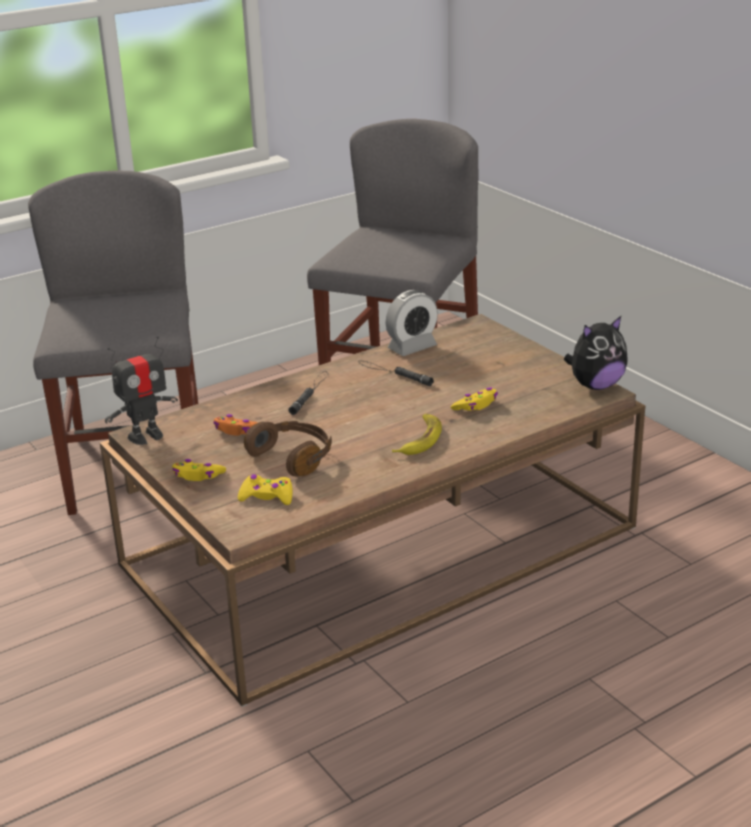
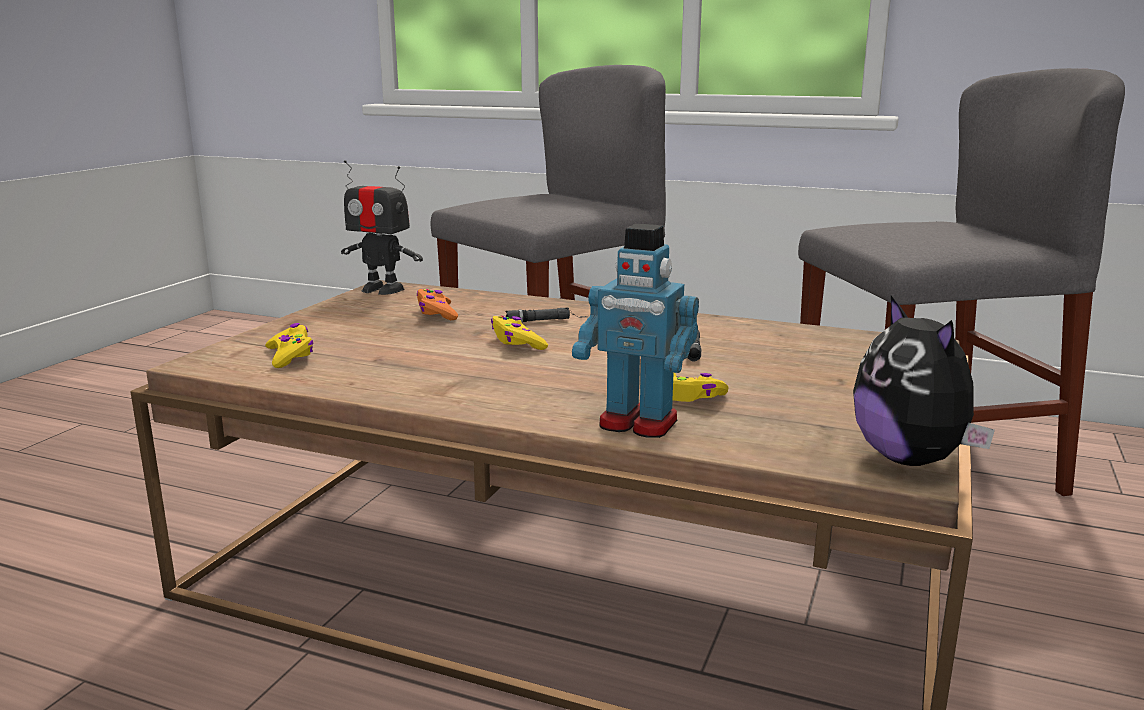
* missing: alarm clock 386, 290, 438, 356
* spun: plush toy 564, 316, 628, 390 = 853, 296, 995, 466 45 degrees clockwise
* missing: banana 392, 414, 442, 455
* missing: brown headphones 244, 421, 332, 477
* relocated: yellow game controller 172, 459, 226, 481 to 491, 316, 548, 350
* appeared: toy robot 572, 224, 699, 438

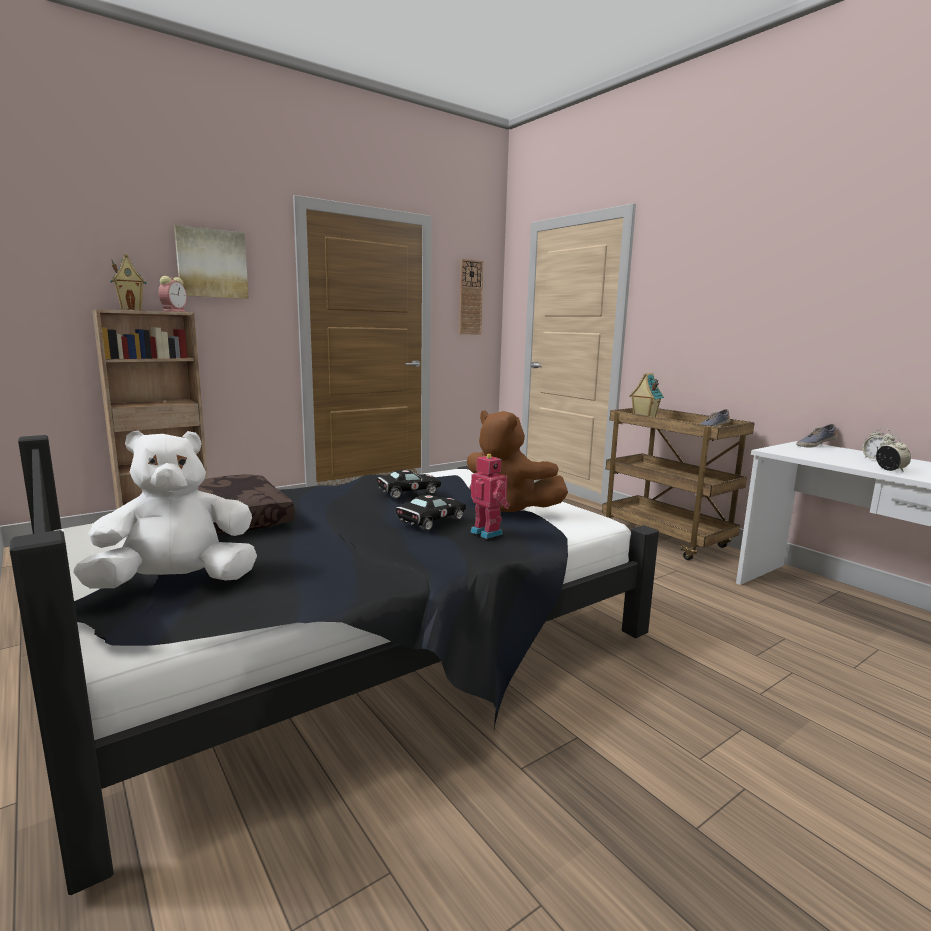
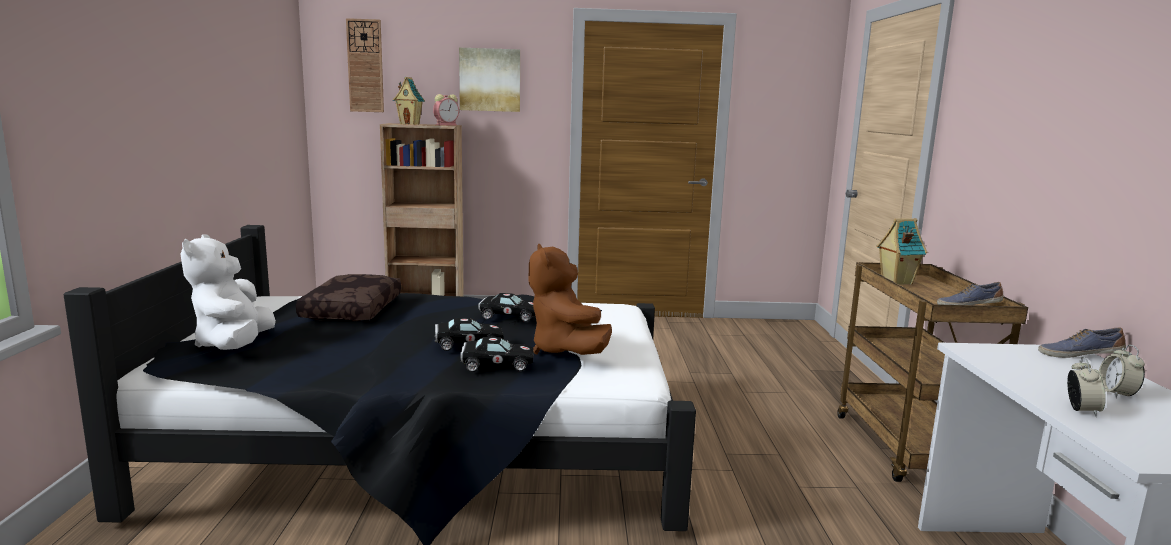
* relocated: wall clock 459, 259, 483, 335 to 346, 18, 384, 112
* spun: white plush toy 73, 431, 257, 589 = 181, 235, 276, 350 105 degrees counterclockwise
* exchanged: toy robot 470, 453, 510, 539 to black toy car 460, 337, 533, 372

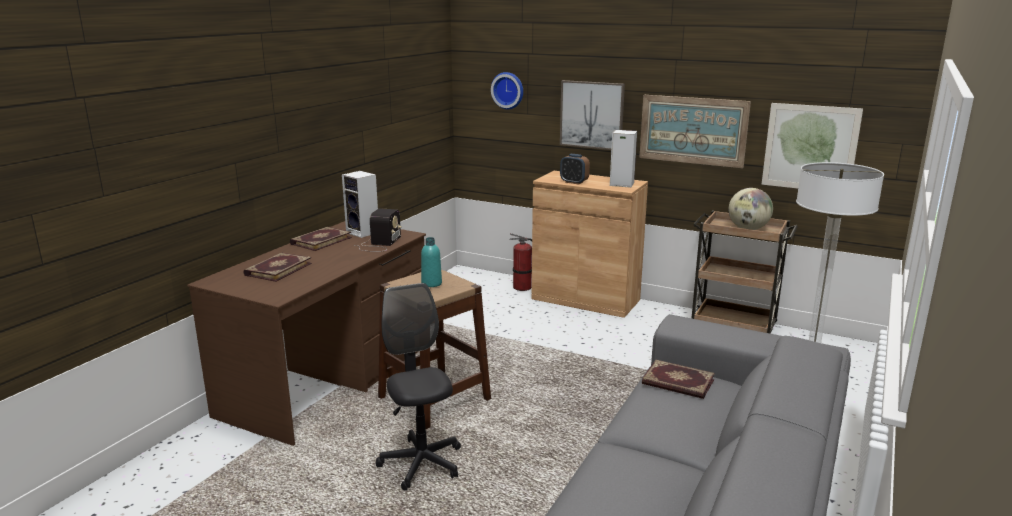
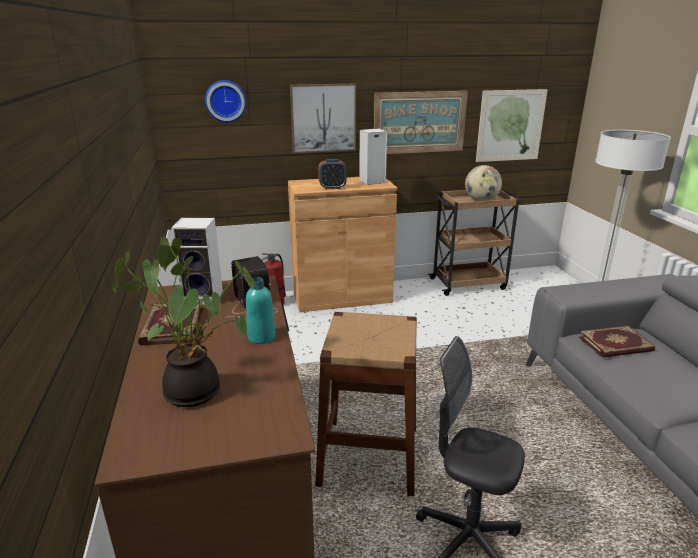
* relocated: turquoise bottle 421, 237, 442, 287 to 246, 277, 276, 344
* exchanged: book 244, 253, 312, 282 to potted plant 112, 237, 254, 407

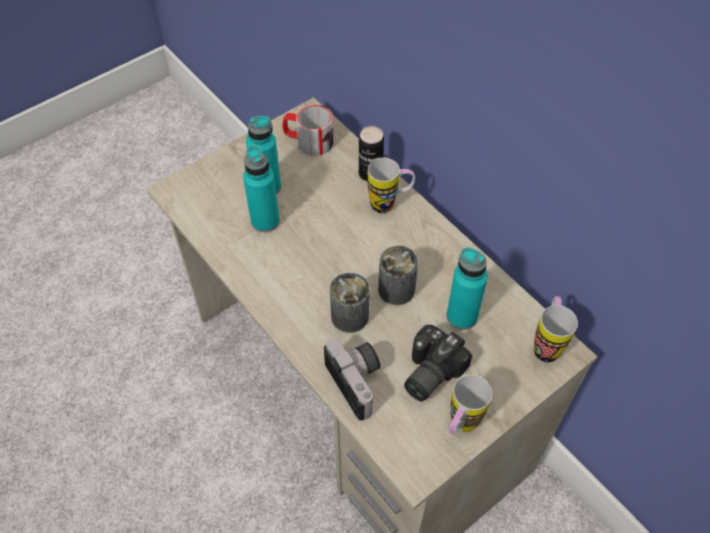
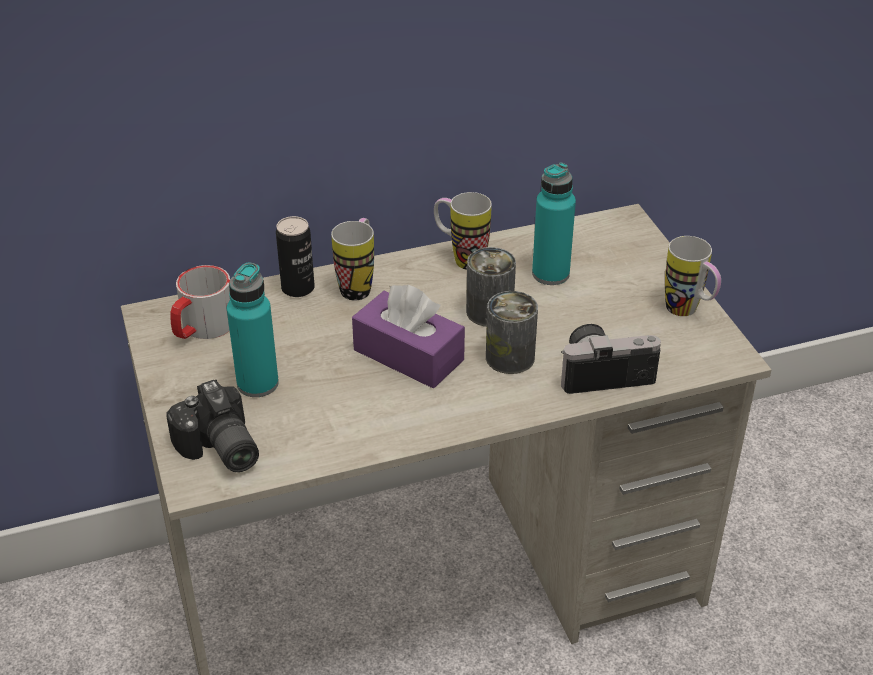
* missing: turquoise bottle 243, 146, 280, 232
* relocated: mug 534, 296, 578, 362 to 434, 192, 492, 270
* relocated: photo camera 404, 324, 472, 402 to 166, 380, 259, 472
* appeared: purple tissue box 352, 285, 465, 388

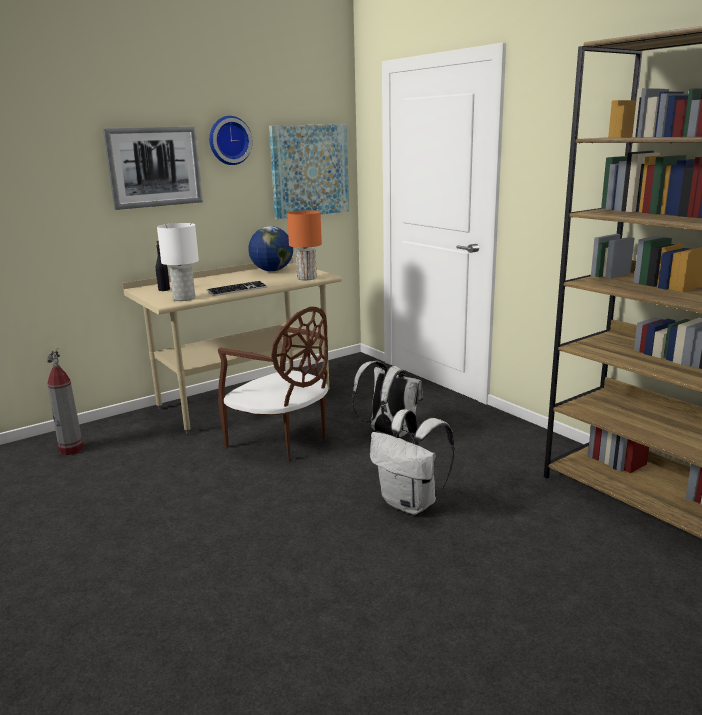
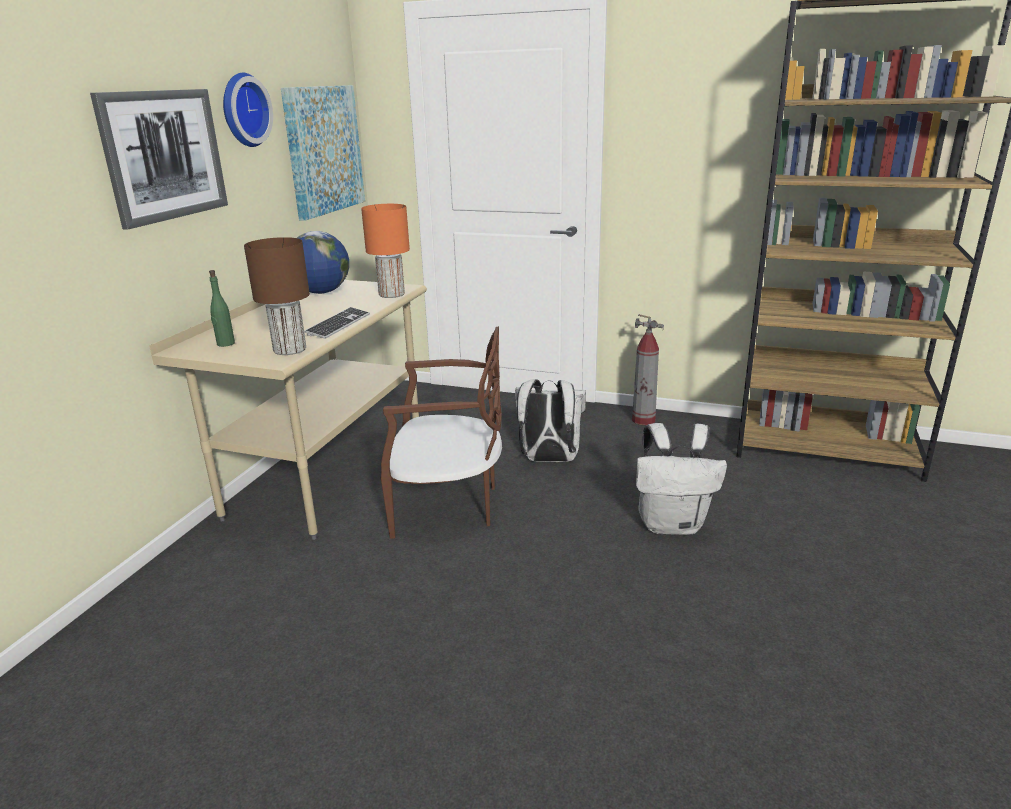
* colour: white table lamp 157, 223, 199, 301 to brown table lamp 244, 237, 310, 355
* colour: black bottle 156, 240, 170, 291 to green bottle 209, 270, 235, 347
* relocated: fire extinguisher 47, 348, 83, 455 to 632, 314, 664, 425

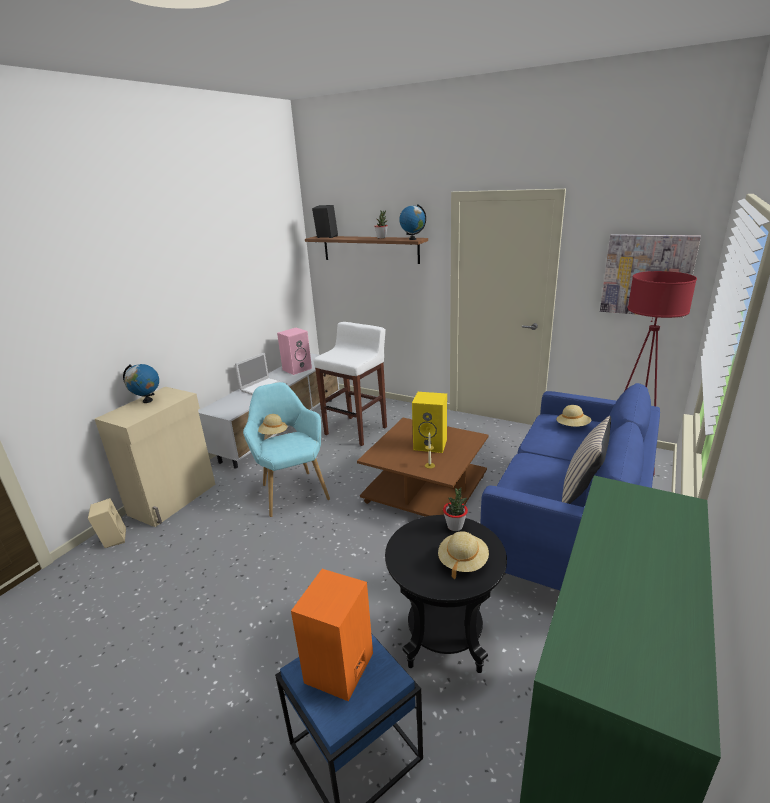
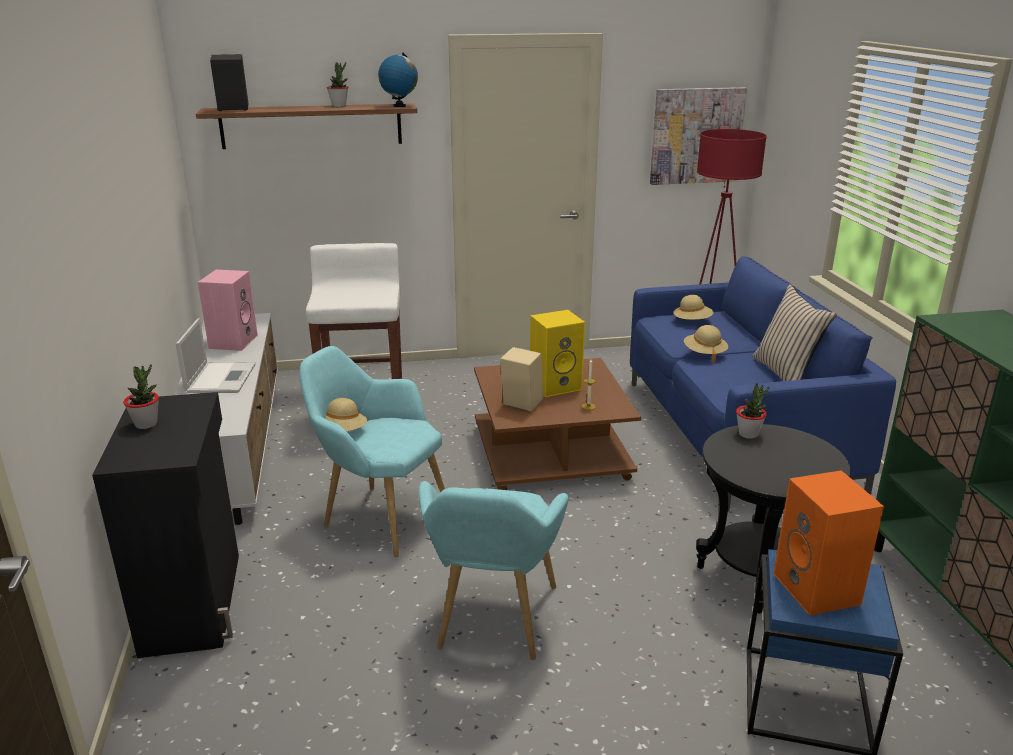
* exchanged: globe 123, 364, 159, 403 to potted plant 123, 365, 159, 429
* colour: beige cabinet 95, 387, 215, 527 to black cabinet 92, 392, 239, 658
* relocated: beige speaker 88, 498, 126, 548 to 500, 347, 543, 411
* relocated: beige hat 438, 531, 489, 579 to 684, 325, 728, 363
* appeared: turquoise armchair 418, 481, 569, 660

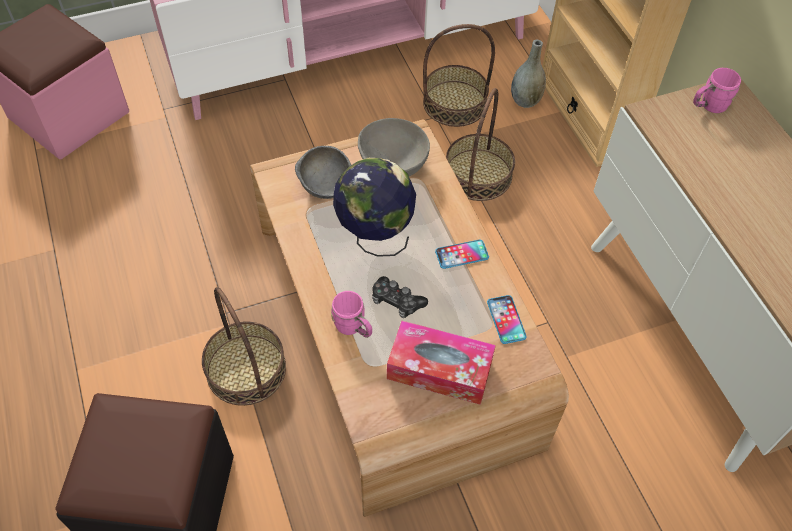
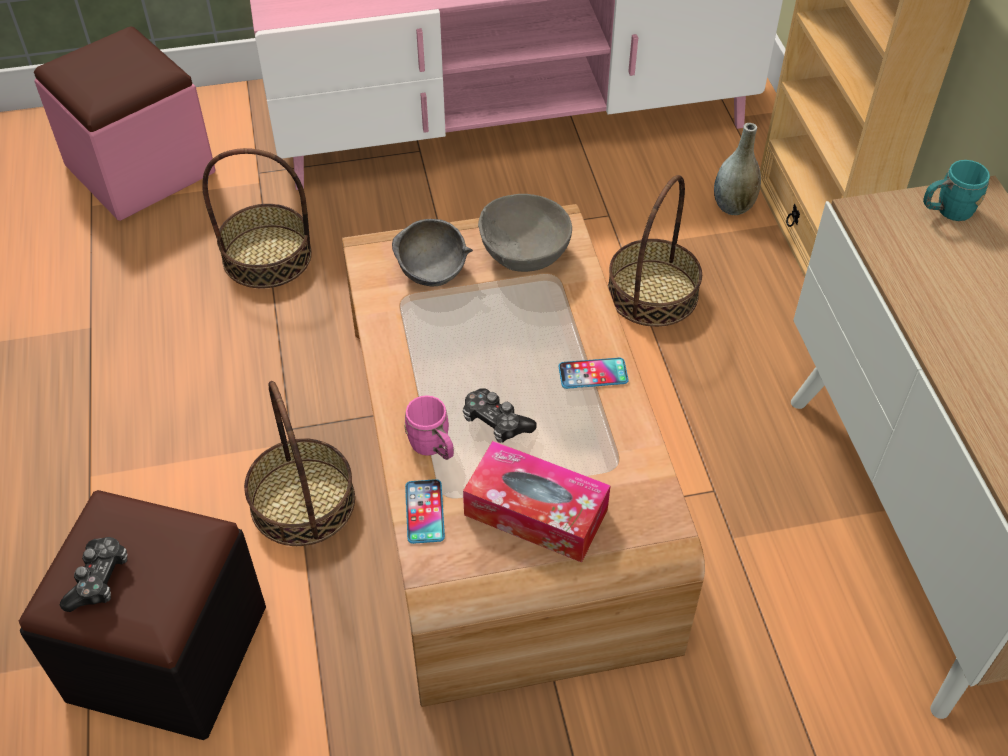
* relocated: basket 423, 24, 495, 127 to 202, 148, 312, 288
* colour: pink mug 693, 68, 741, 113 to turquoise mug 923, 160, 990, 221
* missing: globe 333, 158, 416, 257
* relocated: phone 487, 295, 527, 344 to 405, 479, 445, 544
* appeared: game controller 60, 537, 127, 612

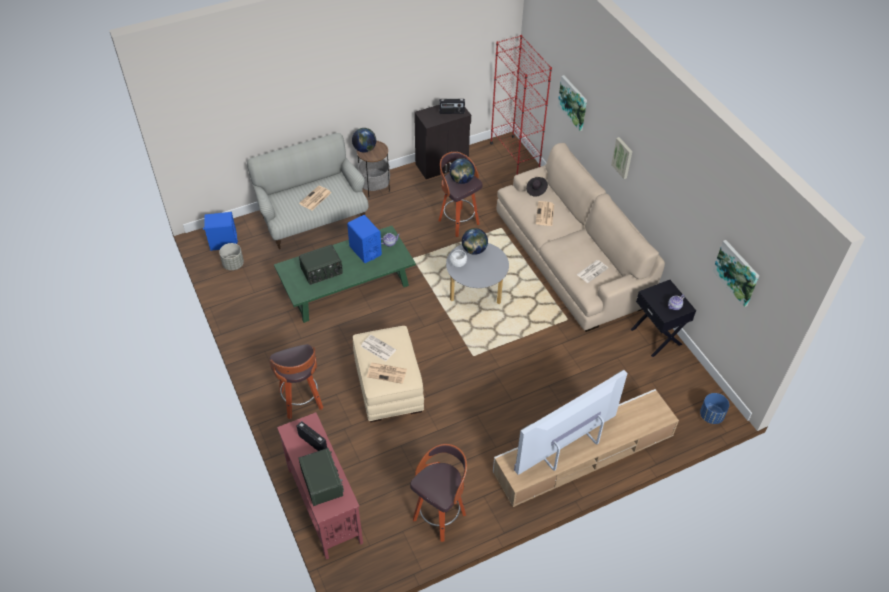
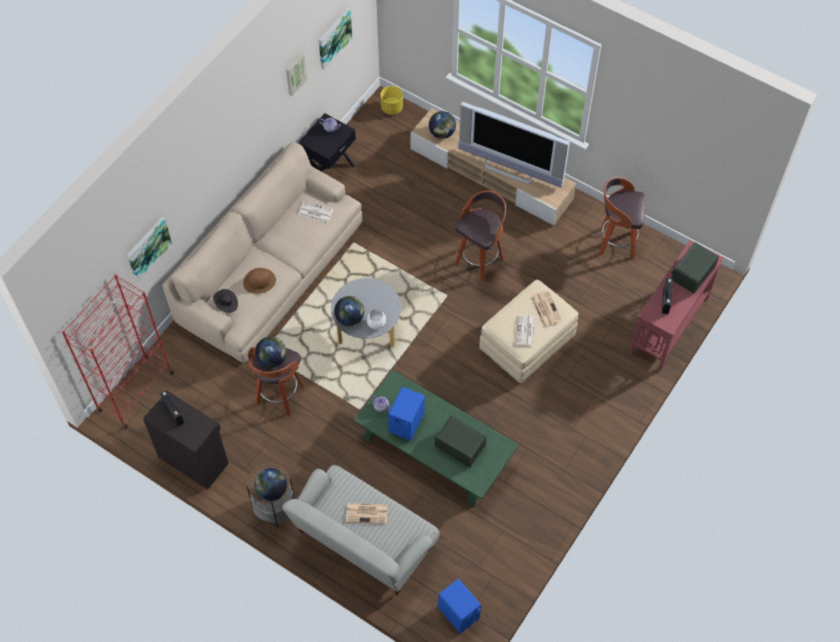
* relocated: picture 611, 137, 633, 179 to 286, 53, 307, 96
* exchanged: newspaper 536, 201, 554, 226 to brown hat 243, 268, 276, 294
* missing: grey planter 219, 243, 244, 270
* relocated: stool 269, 344, 323, 420 to 455, 191, 506, 281
* colour: blue planter 700, 393, 729, 424 to yellow planter 381, 86, 403, 115
* appeared: globe 429, 111, 456, 139

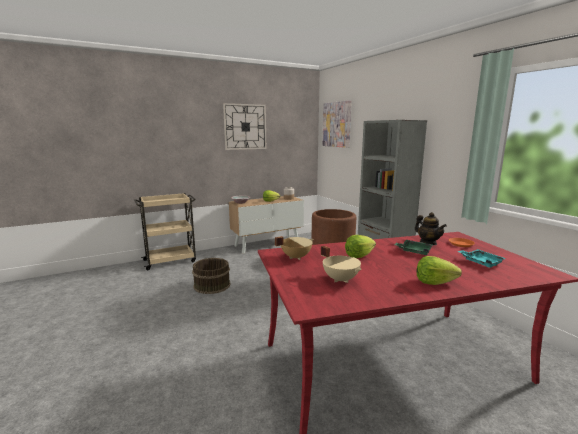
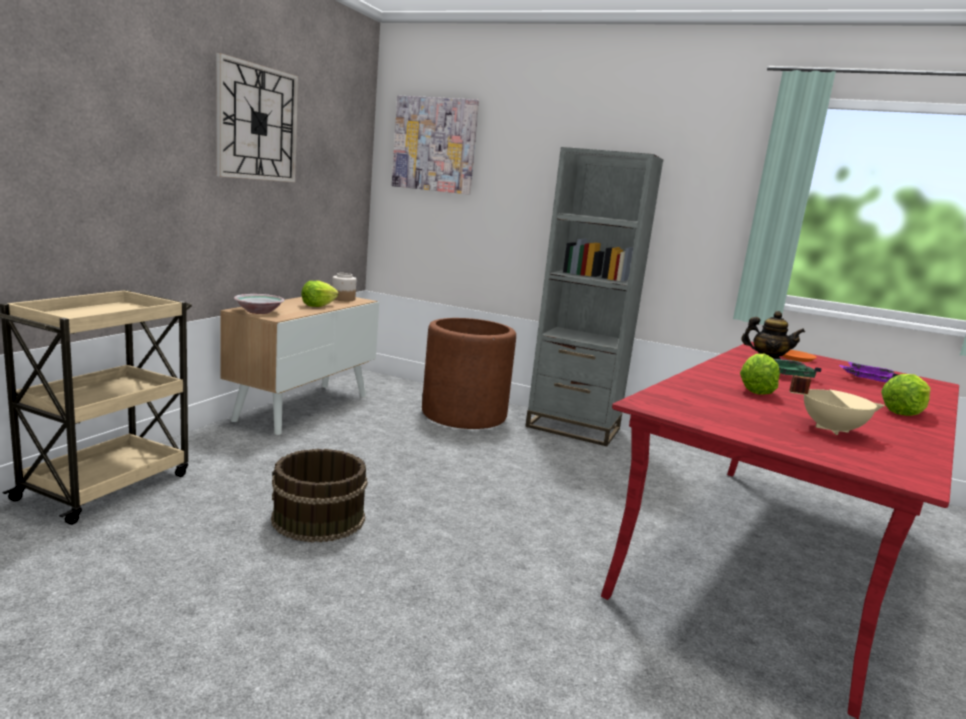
* missing: beige cooking pot 275, 236, 314, 260
* colour: turquoise tray 458, 249, 506, 268 to purple tray 839, 362, 899, 382

